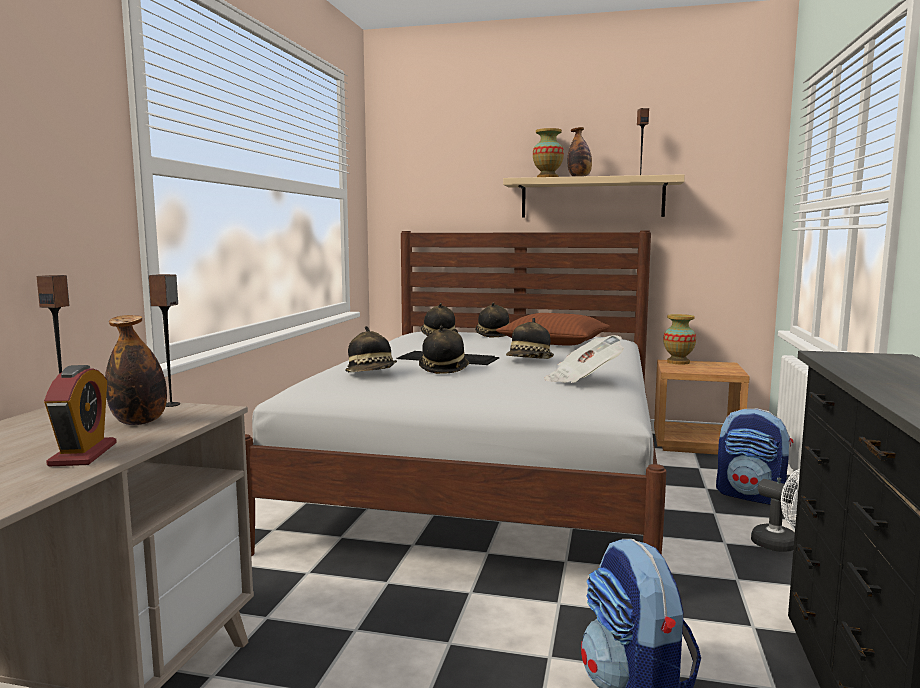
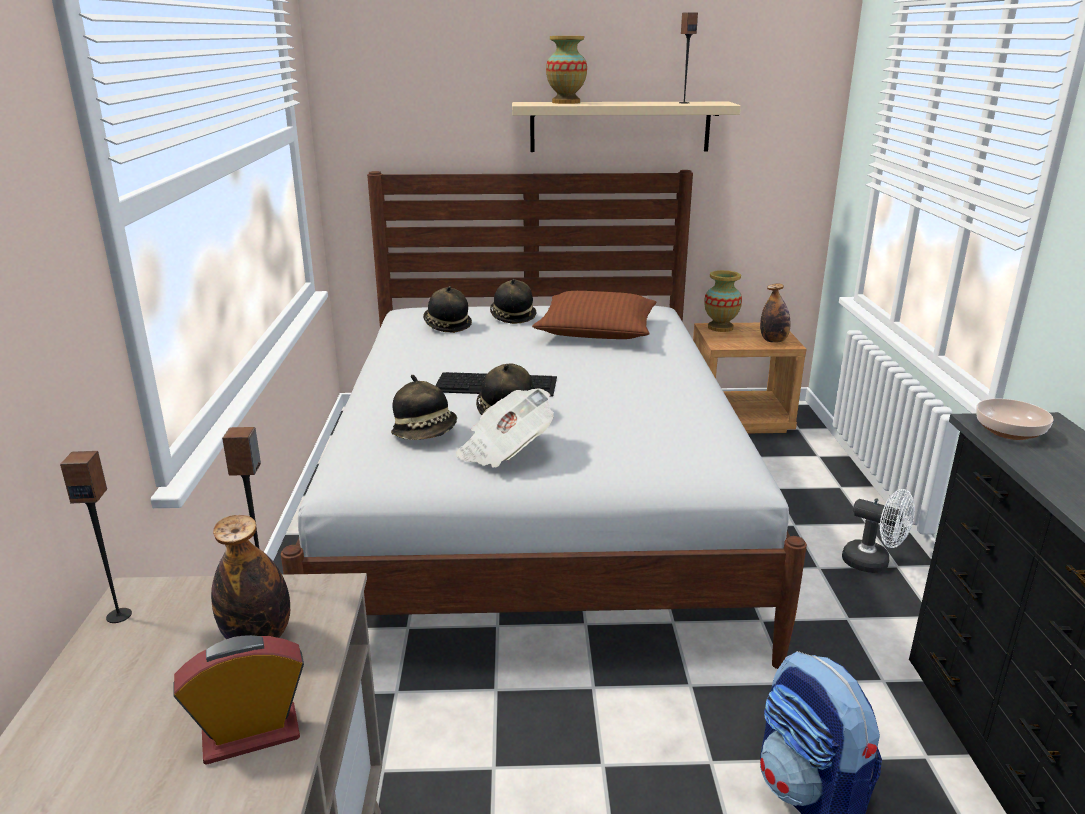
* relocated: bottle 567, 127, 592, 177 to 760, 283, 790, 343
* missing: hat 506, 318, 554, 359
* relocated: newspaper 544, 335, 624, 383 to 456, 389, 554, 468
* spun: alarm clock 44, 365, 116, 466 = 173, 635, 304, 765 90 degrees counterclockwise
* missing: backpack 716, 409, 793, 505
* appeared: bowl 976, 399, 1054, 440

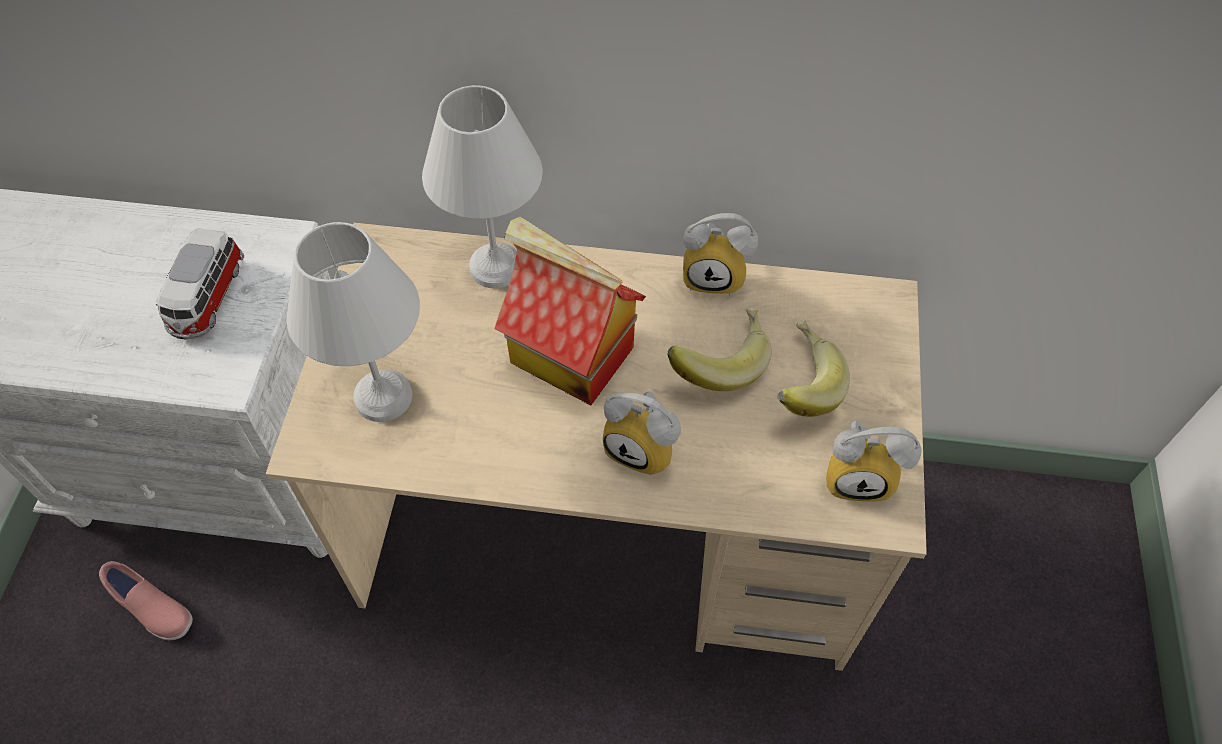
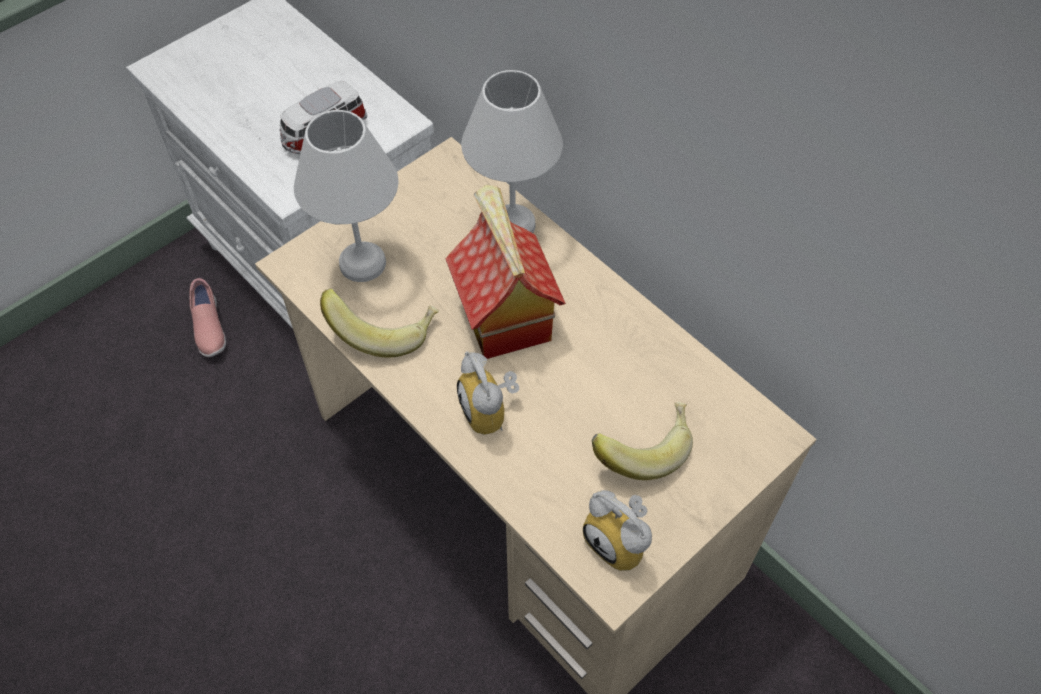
* missing: alarm clock 683, 213, 758, 295
* relocated: banana 667, 308, 772, 391 to 320, 288, 439, 357

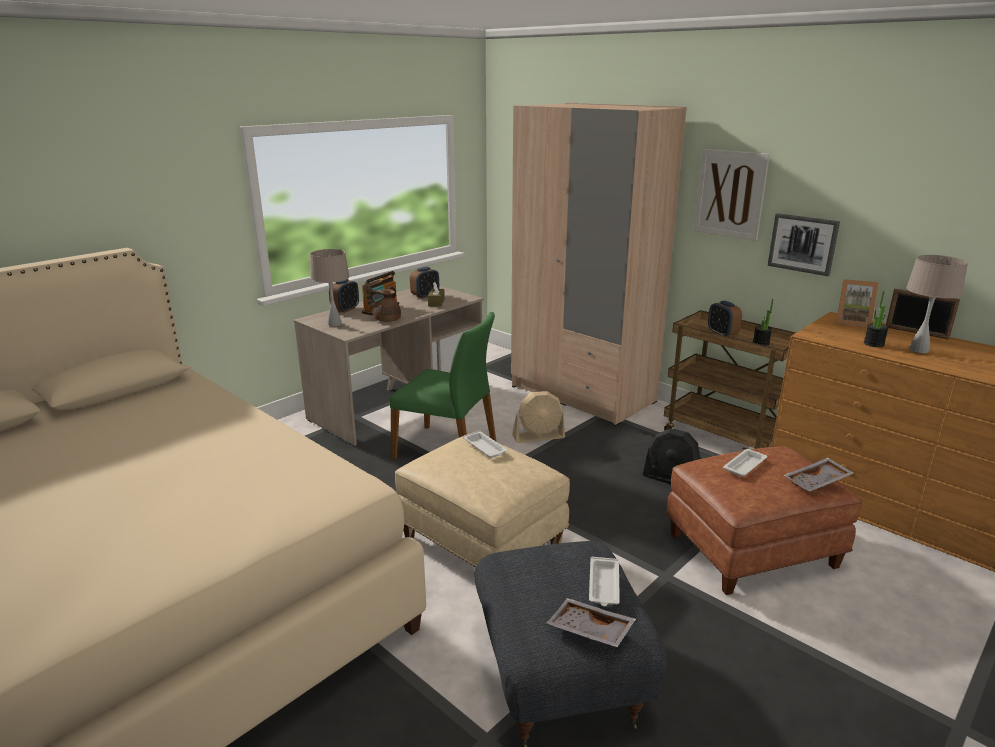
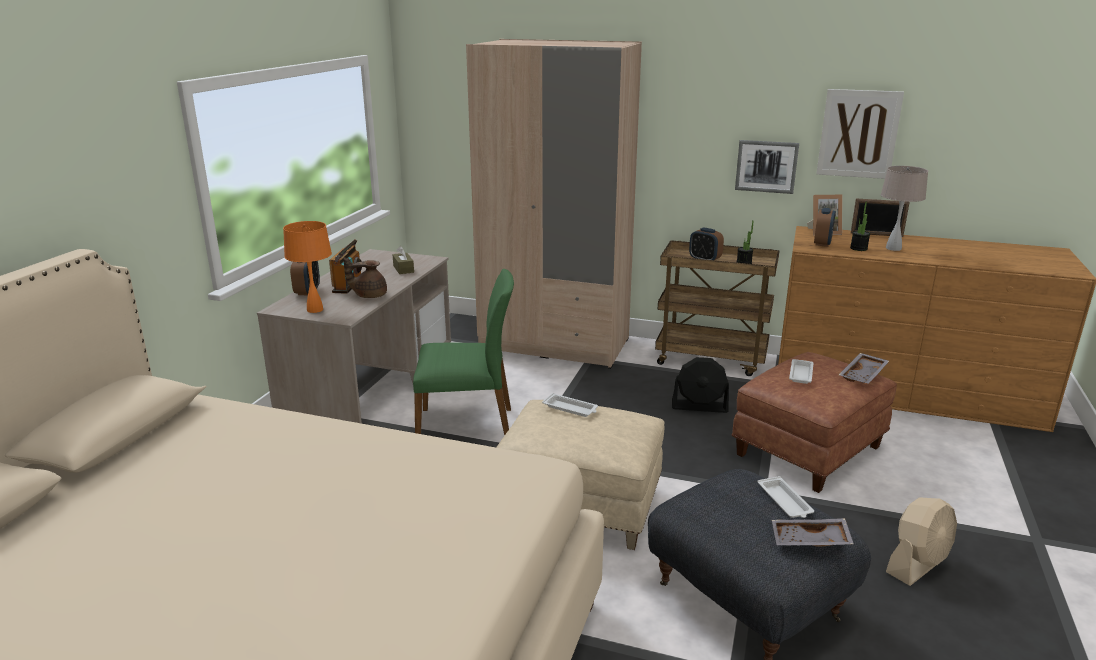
* relocated: picture 694, 149, 770, 241 to 817, 89, 904, 179
* colour: beige table lamp 310, 249, 349, 327 to orange table lamp 283, 221, 332, 313
* relocated: alarm clock 410, 267, 439, 299 to 814, 208, 836, 247
* relocated: beige fan 512, 391, 565, 443 to 886, 497, 957, 586

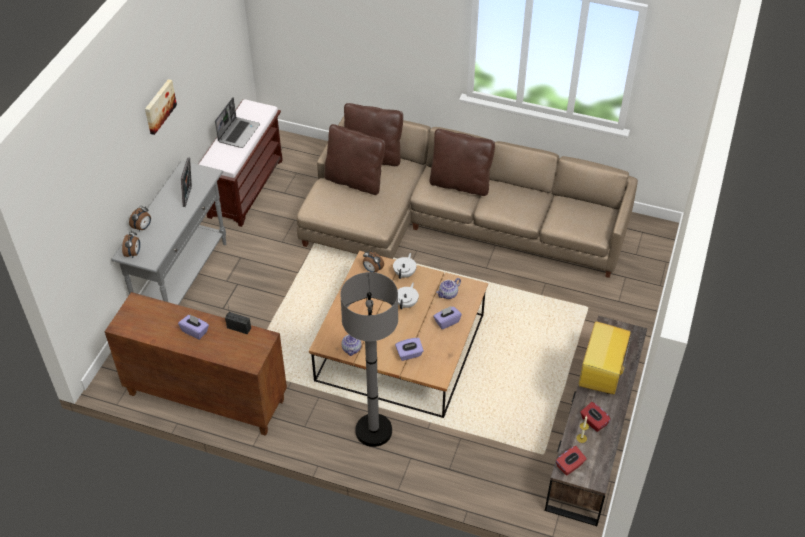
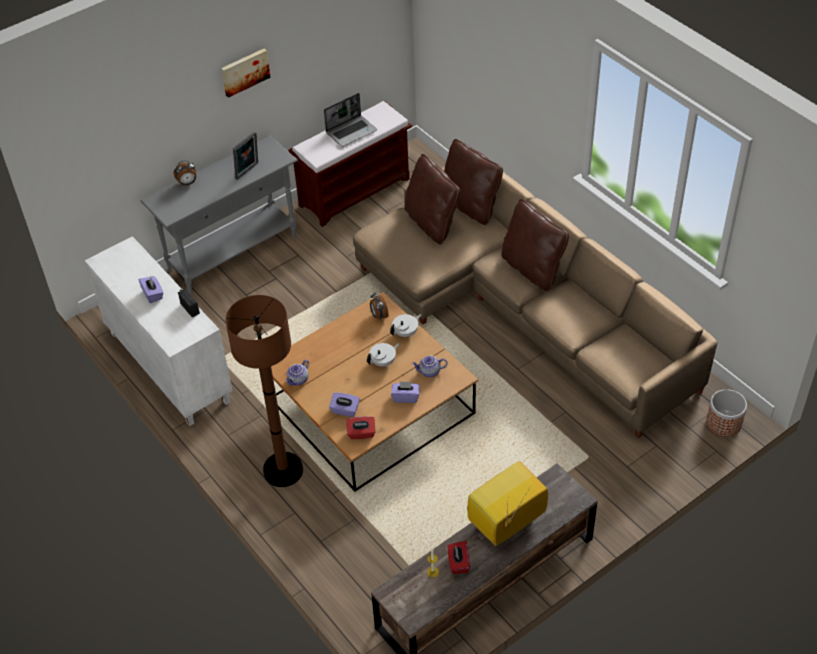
* missing: alarm clock 122, 231, 140, 258
* colour: grey floor lamp 340, 272, 398, 447 to brown floor lamp 225, 295, 303, 487
* colour: brown cabinet 104, 292, 287, 436 to white cabinet 85, 236, 233, 426
* relocated: red tissue box 556, 446, 586, 476 to 346, 416, 375, 440
* appeared: planter 706, 389, 747, 437

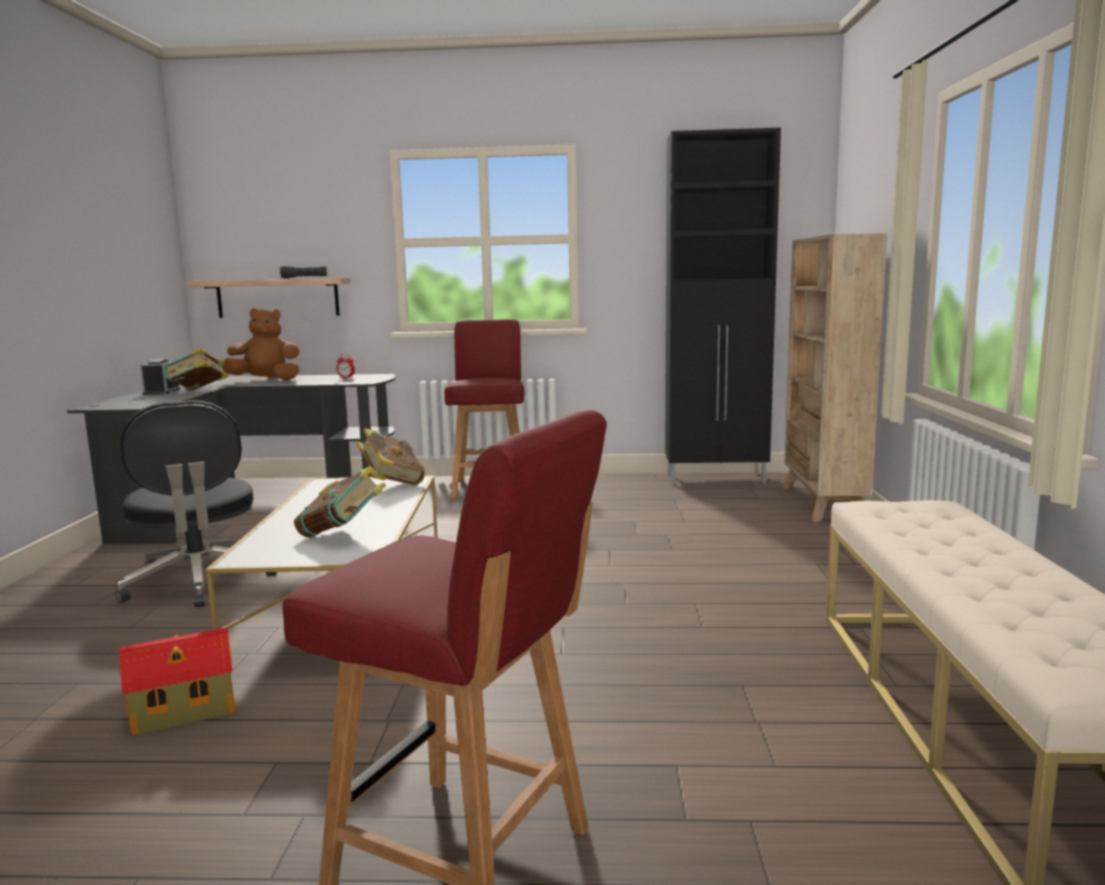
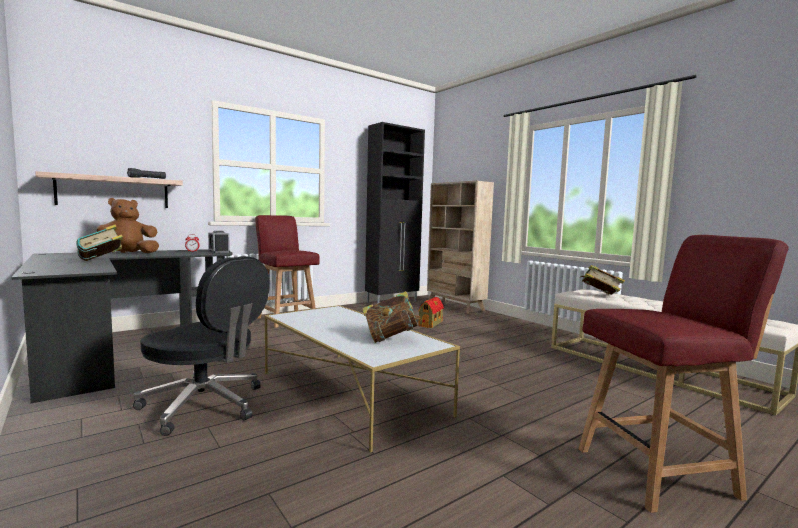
* relocated: alarm clock 140, 359, 180, 395 to 208, 231, 230, 253
* relocated: book 356, 428, 425, 485 to 580, 265, 625, 295
* relocated: toy house 119, 627, 235, 735 to 418, 297, 444, 328

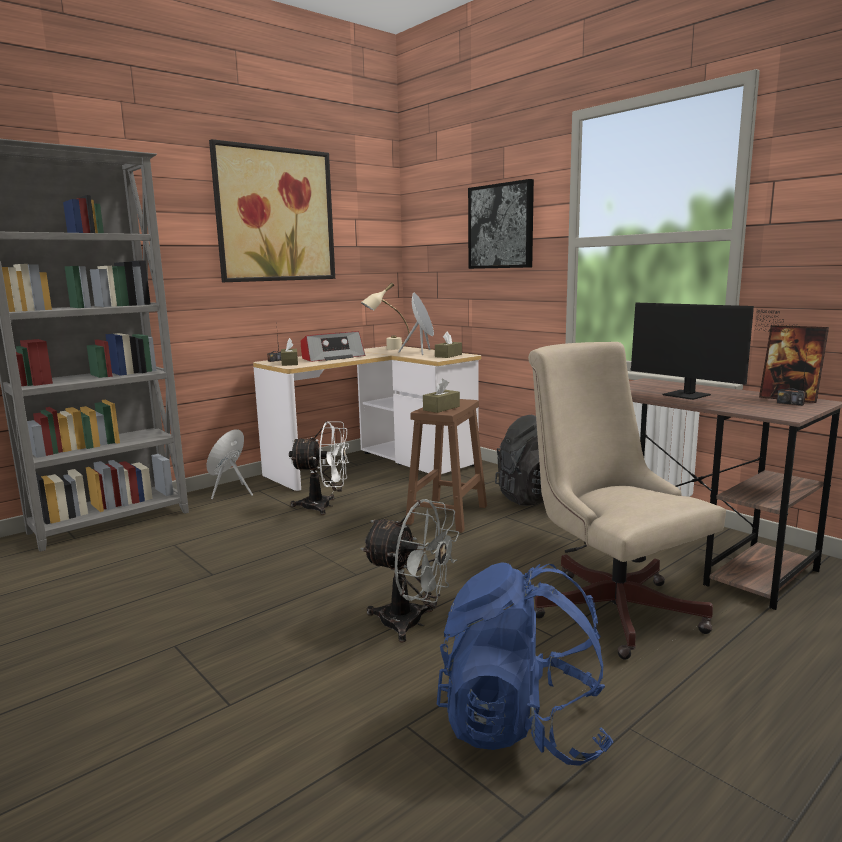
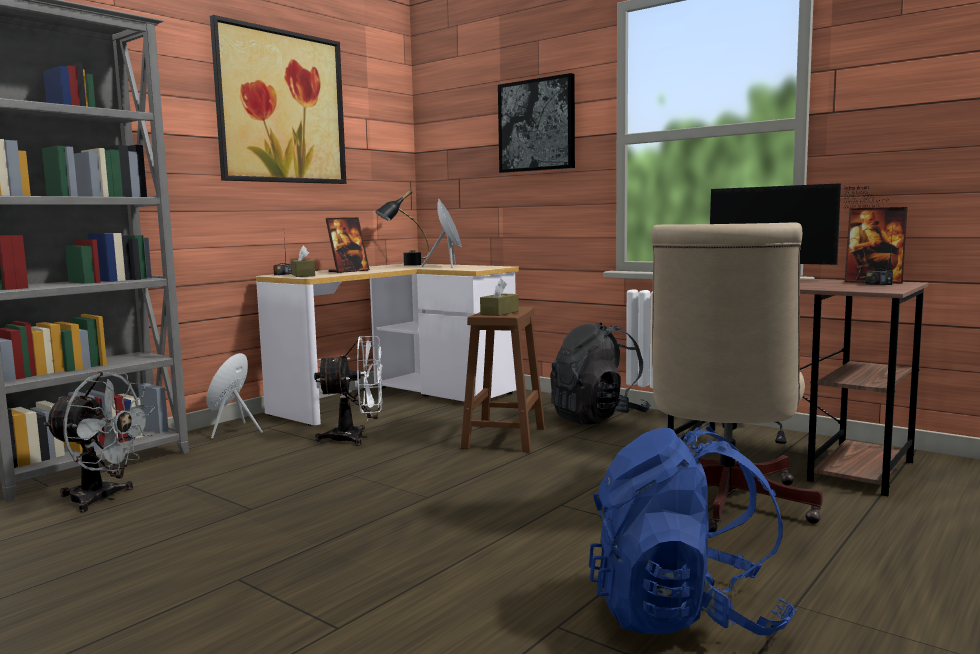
* colour: beige table lamp 361, 283, 409, 350 to black table lamp 375, 190, 430, 266
* exchanged: radio 301, 331, 365, 362 to picture frame 326, 217, 370, 273
* missing: brown tissue box 435, 331, 462, 358
* spun: beige office chair 528, 342, 726, 660 = 651, 222, 823, 532 120 degrees counterclockwise
* relocated: grey fan 361, 499, 459, 643 to 43, 372, 155, 512

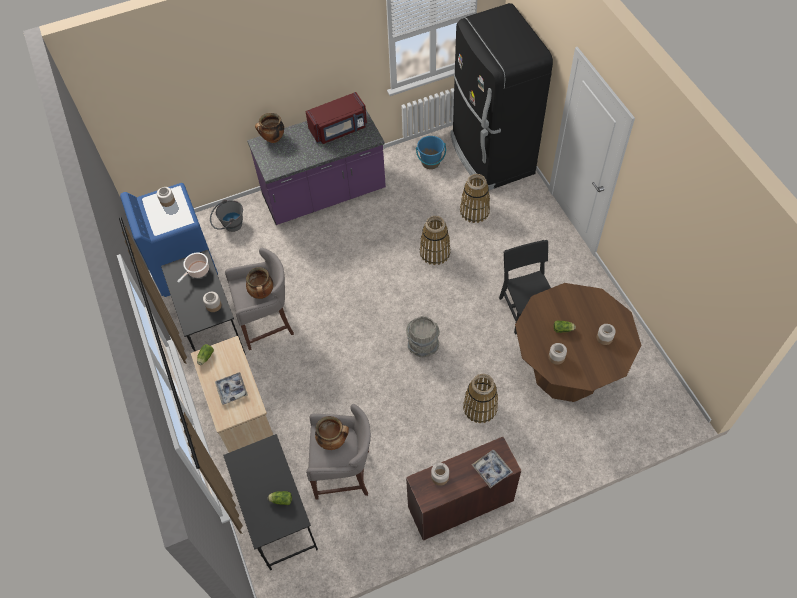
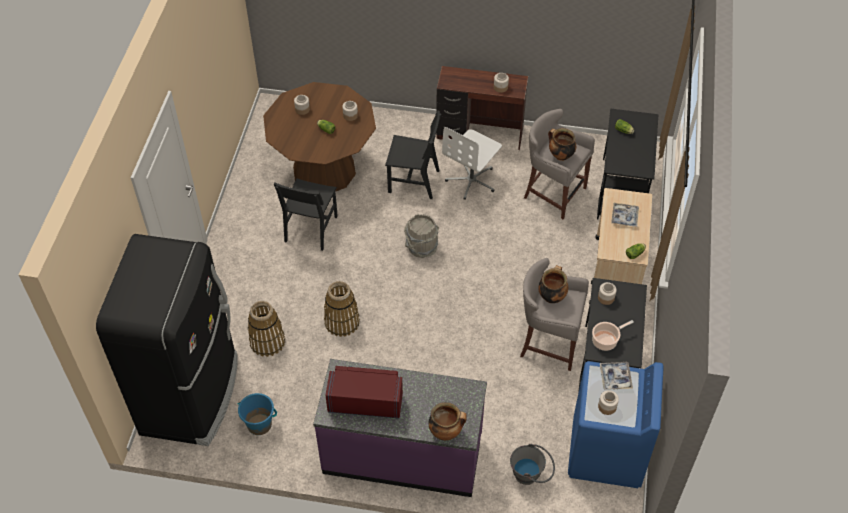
* exchanged: basket 463, 374, 498, 423 to black chair 385, 110, 441, 199
* relocated: tray 471, 450, 513, 488 to 600, 362, 633, 390
* appeared: white office chair 442, 127, 502, 200

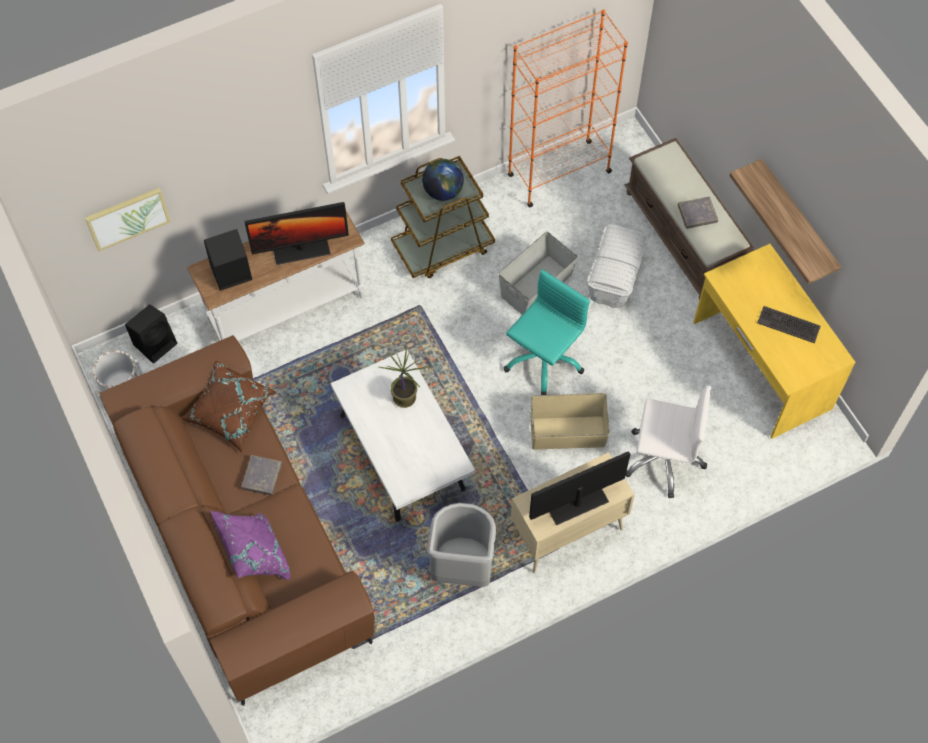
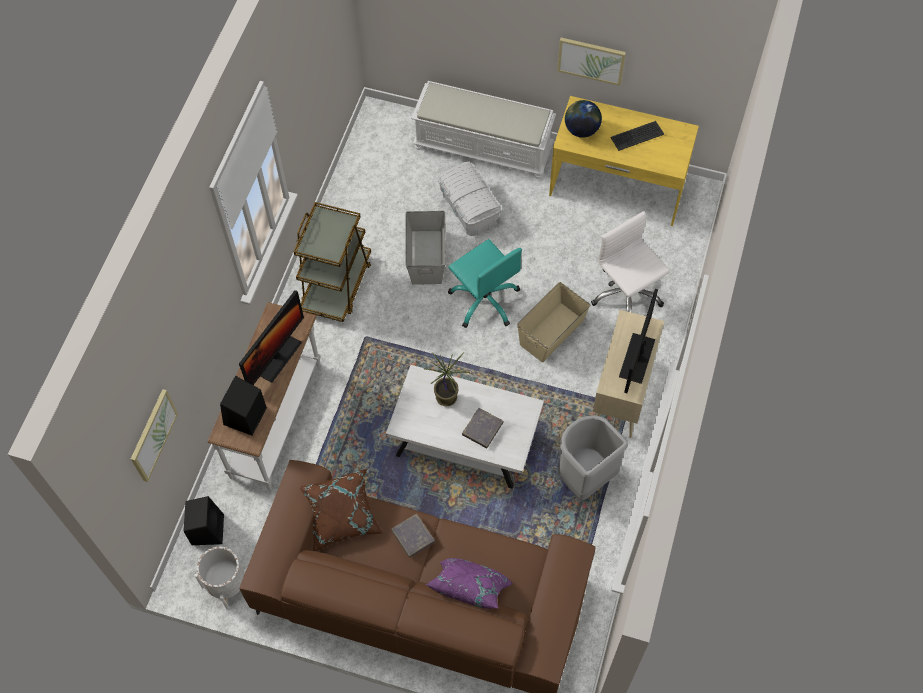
* missing: orange bookcase 508, 9, 628, 207
* colour: brown bench 625, 138, 754, 300 to white bench 411, 81, 556, 179
* relocated: globe 422, 159, 464, 201 to 565, 100, 602, 138
* exchanged: shelf 730, 159, 841, 284 to picture 557, 37, 626, 86
* relocated: grey book 678, 197, 718, 229 to 462, 408, 503, 448
* spun: turquoise office chair 503, 269, 590, 395 = 448, 239, 522, 328 150 degrees clockwise
* spun: white office chair 626, 386, 711, 498 = 591, 211, 670, 313 90 degrees counterclockwise

